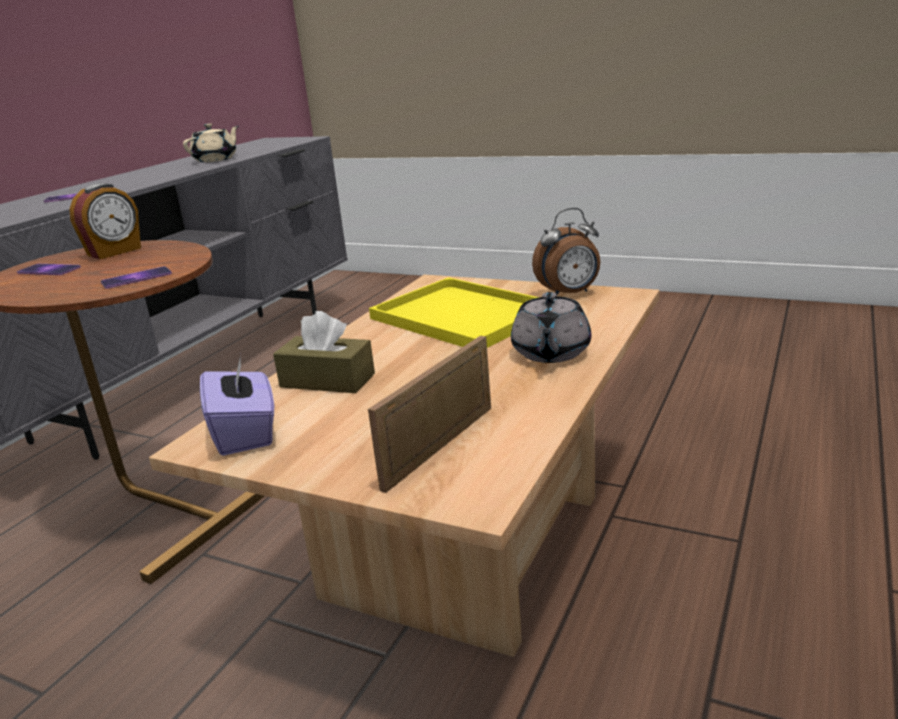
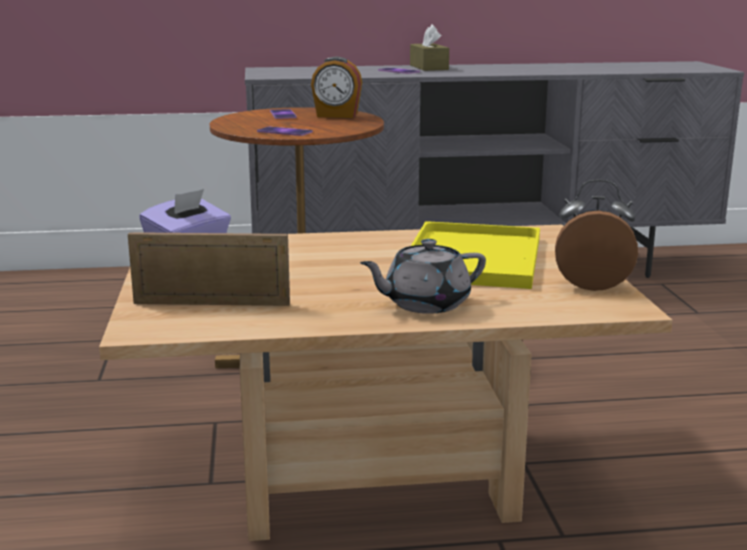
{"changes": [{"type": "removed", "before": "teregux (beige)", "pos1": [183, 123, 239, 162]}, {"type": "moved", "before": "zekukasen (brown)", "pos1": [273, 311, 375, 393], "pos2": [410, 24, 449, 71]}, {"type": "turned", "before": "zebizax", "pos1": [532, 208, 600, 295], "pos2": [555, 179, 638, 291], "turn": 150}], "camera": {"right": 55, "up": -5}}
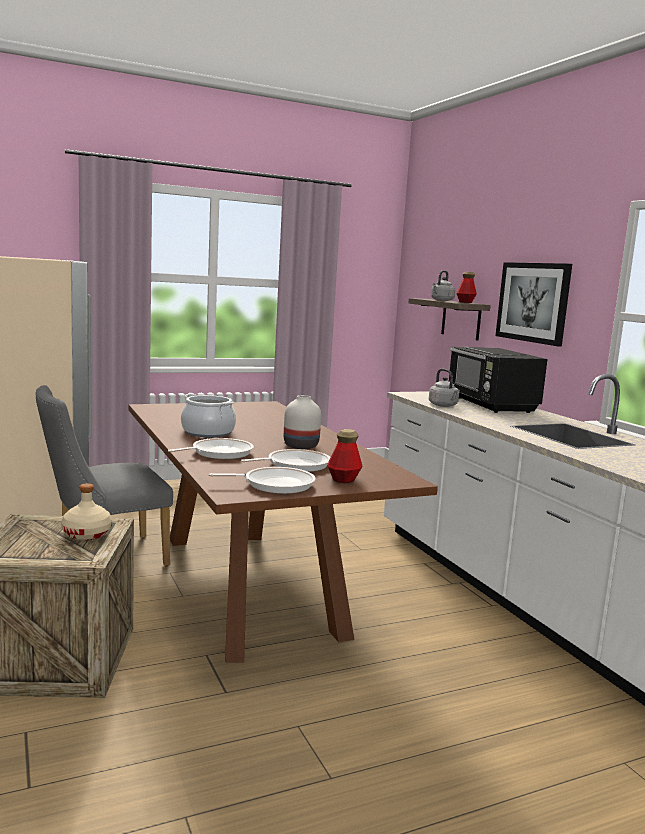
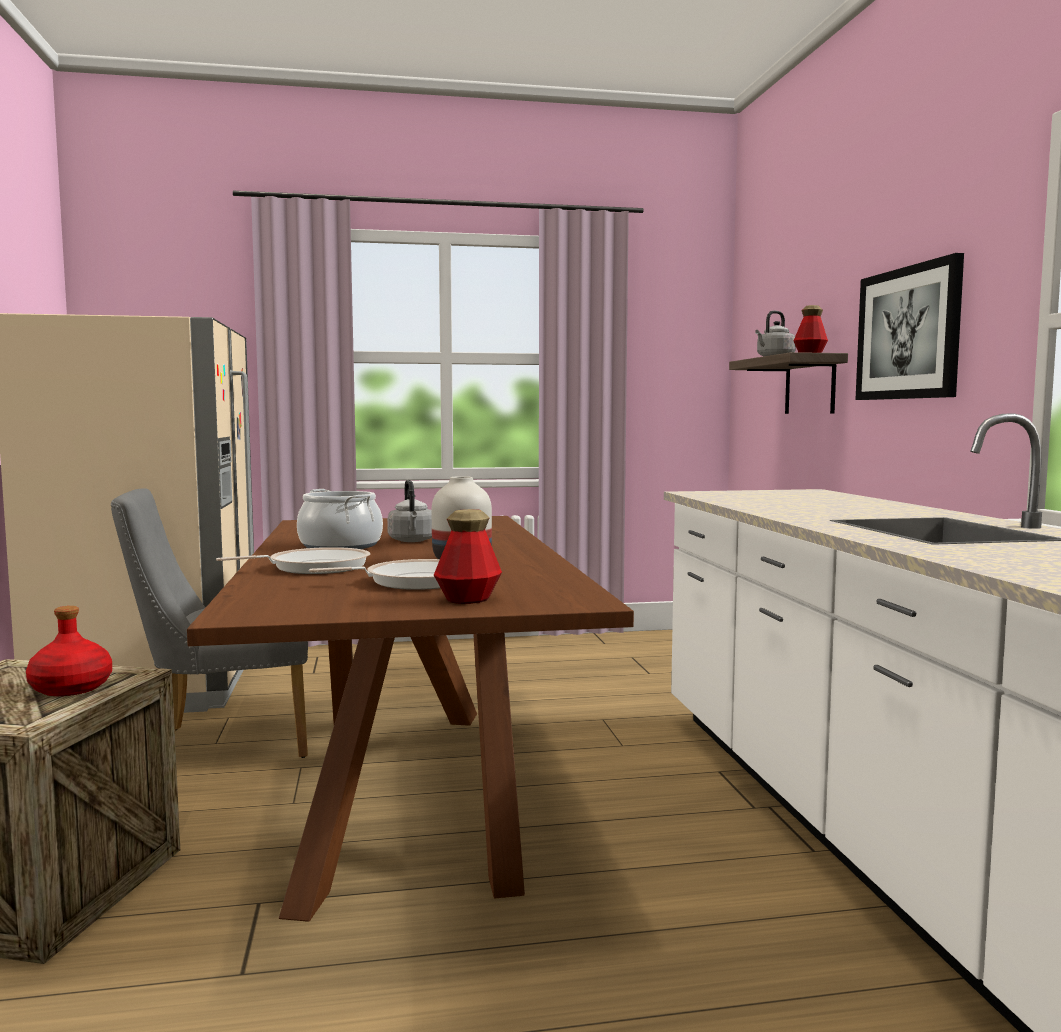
{"changes": [{"type": "removed", "before": "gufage", "pos1": [209, 467, 316, 494]}, {"type": "removed", "before": "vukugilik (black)", "pos1": [449, 347, 548, 413]}, {"type": "moved", "before": "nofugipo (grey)", "pos1": [429, 368, 460, 407], "pos2": [387, 480, 432, 542]}, {"type": "recoloured", "before": "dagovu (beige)", "after": "dagovu (red)", "pos1": [61, 483, 112, 541], "pos2": [26, 606, 112, 696]}], "camera": {"right": 15, "up": -5}}
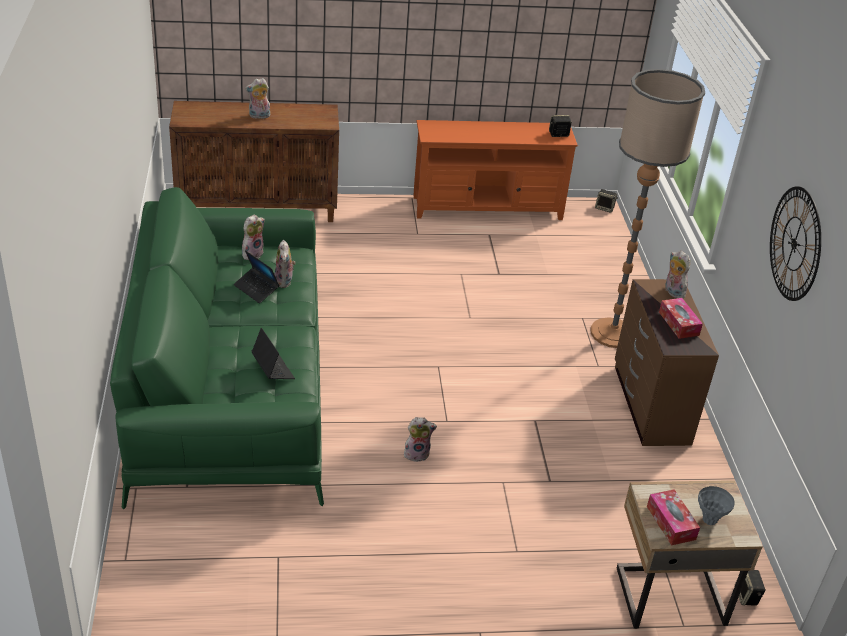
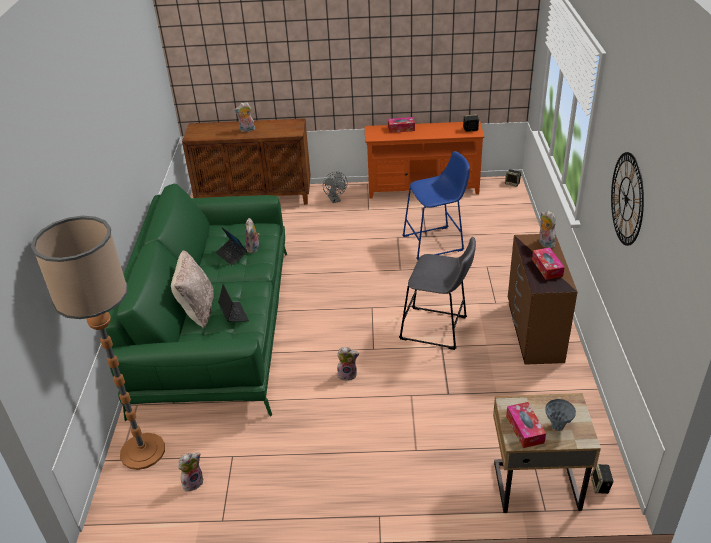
{"changes": [{"type": "added", "after": "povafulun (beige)", "pos2": [171, 251, 214, 329]}, {"type": "added", "after": "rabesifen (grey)", "pos2": [323, 172, 347, 203]}, {"type": "added", "after": "zekukasen", "pos2": [388, 117, 415, 133]}, {"type": "added", "after": "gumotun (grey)", "pos2": [399, 237, 476, 350]}, {"type": "added", "after": "gumotun (blue)", "pos2": [402, 151, 470, 260]}, {"type": "moved", "before": "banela", "pos1": [242, 215, 265, 260], "pos2": [178, 453, 203, 491]}, {"type": "moved", "before": "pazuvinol", "pos1": [591, 69, 705, 348], "pos2": [31, 216, 165, 470]}], "camera": {"right": 10, "up": 0}}
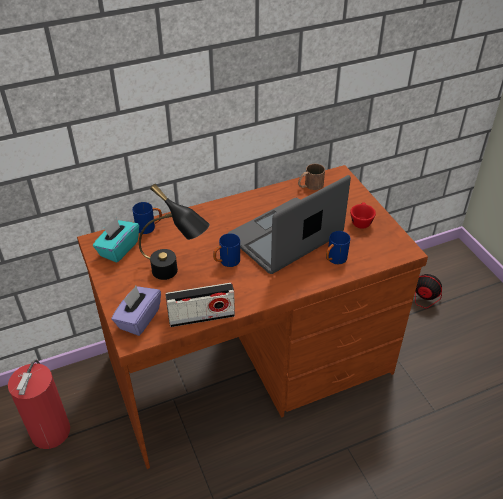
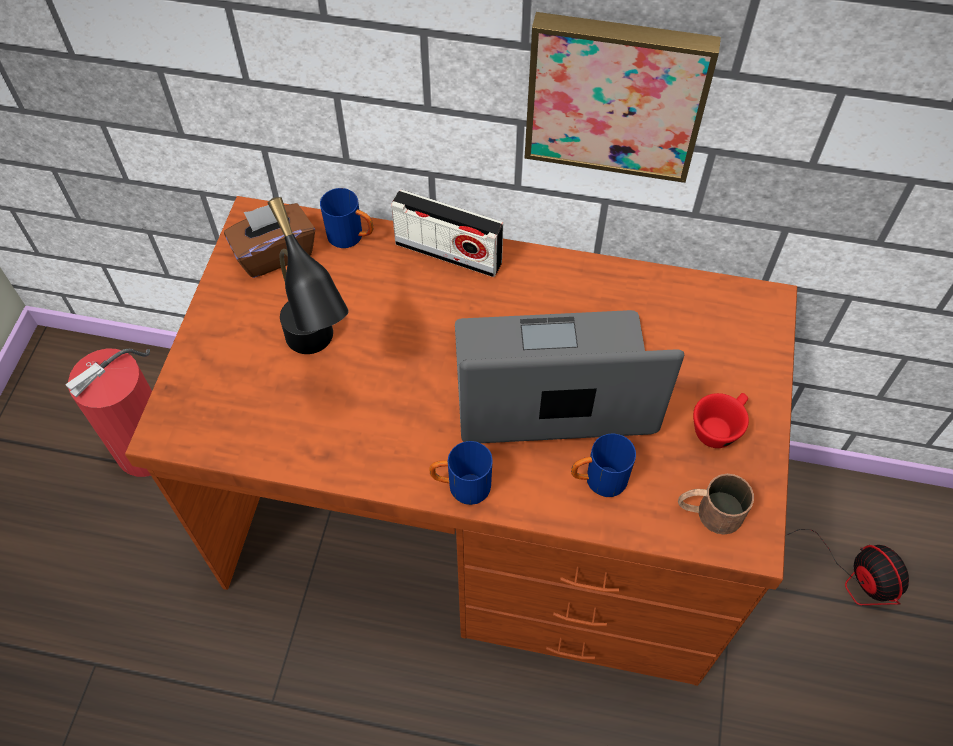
{"changes": [{"type": "removed", "before": "zekukasen (purple)", "pos1": [111, 286, 161, 336]}, {"type": "added", "after": "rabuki", "pos2": [524, 12, 721, 183]}, {"type": "moved", "before": "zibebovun", "pos1": [165, 283, 235, 327], "pos2": [391, 189, 503, 277]}, {"type": "moved", "before": "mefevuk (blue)", "pos1": [213, 233, 240, 267], "pos2": [429, 441, 493, 505]}, {"type": "moved", "before": "mefevuk (brown)", "pos1": [298, 164, 325, 190], "pos2": [678, 474, 754, 535]}, {"type": "recoloured", "before": "zekukasen (turquoise)", "after": "zekukasen (brown)", "pos1": [93, 217, 139, 263], "pos2": [224, 203, 315, 278]}], "camera": {"right": 35, "up": 15}}
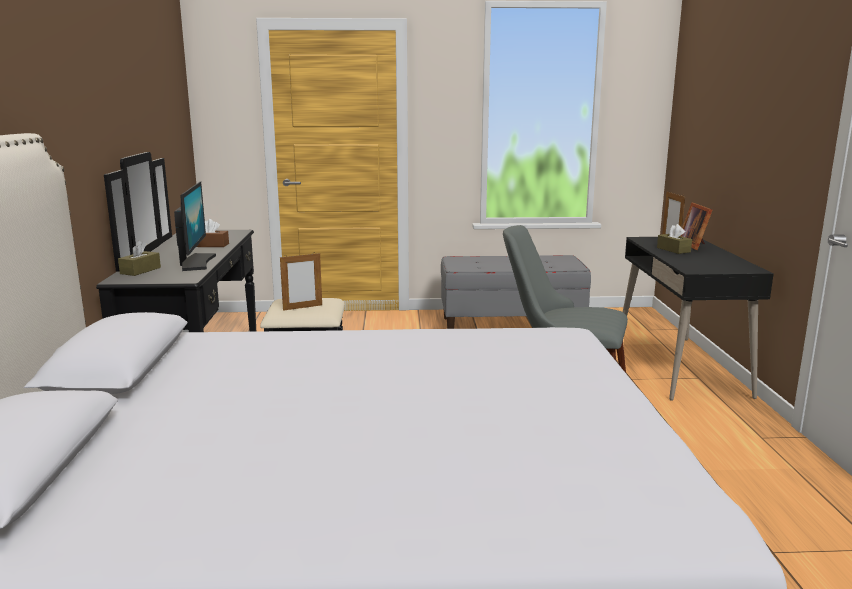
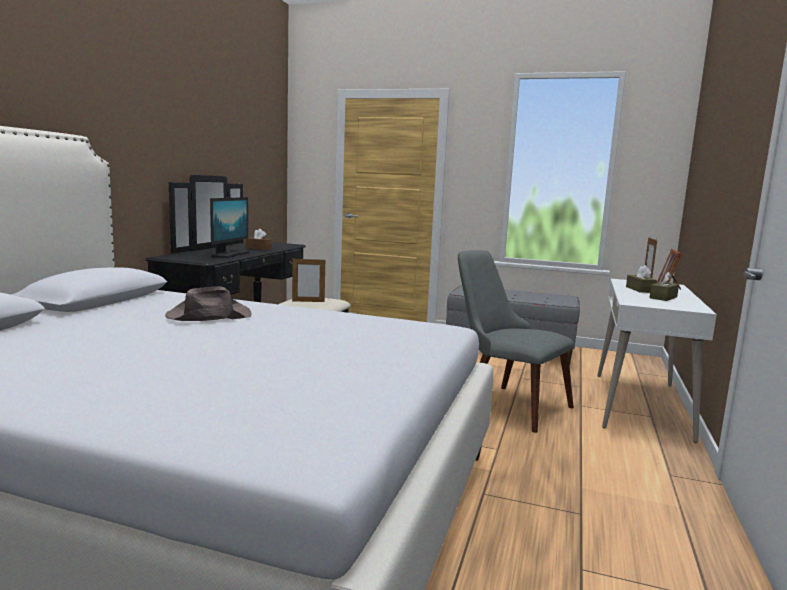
{"changes": [{"type": "added", "after": "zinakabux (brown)", "pos2": [165, 286, 252, 321]}, {"type": "moved", "before": "zekukasen (brown)", "pos1": [118, 241, 161, 276], "pos2": [650, 271, 679, 301]}, {"type": "recoloured", "before": "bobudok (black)", "after": "bobudok (white)", "pos1": [623, 237, 774, 401], "pos2": [598, 279, 717, 443]}], "camera": {"right": 20, "up": -5}}
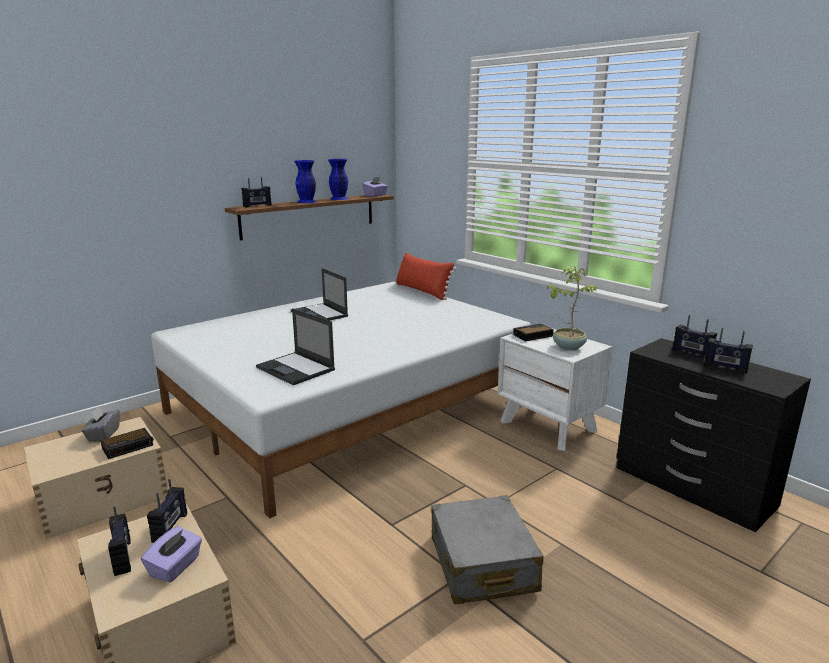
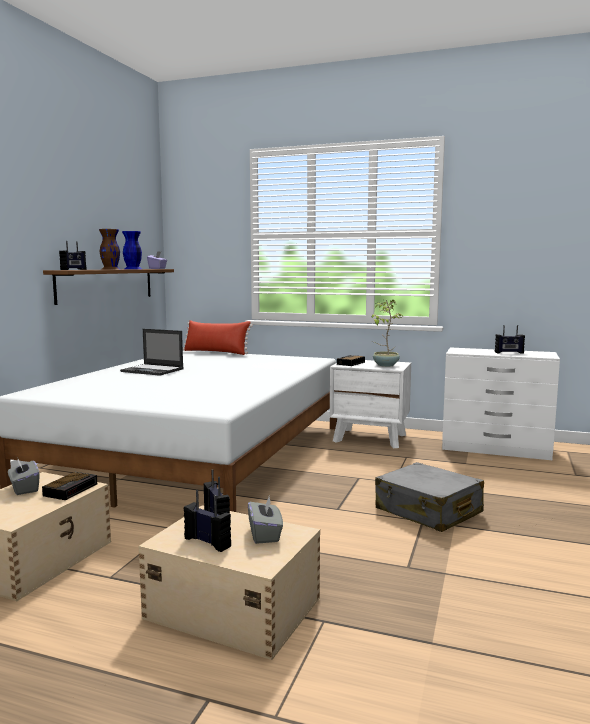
{"changes": [{"type": "removed", "before": "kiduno", "pos1": [256, 308, 335, 385]}, {"type": "removed", "before": "zibebovun", "pos1": [672, 315, 717, 358]}, {"type": "recoloured", "before": "zekukasen (purple)", "after": "zekukasen (grey)", "pos1": [141, 526, 202, 583], "pos2": [248, 494, 283, 544]}, {"type": "recoloured", "before": "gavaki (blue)", "after": "gavaki (brown)", "pos1": [294, 160, 316, 203], "pos2": [99, 229, 120, 269]}, {"type": "recoloured", "before": "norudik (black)", "after": "norudik (white)", "pos1": [617, 338, 811, 532], "pos2": [442, 347, 560, 460]}], "camera": {"right": -30, "up": -10}}
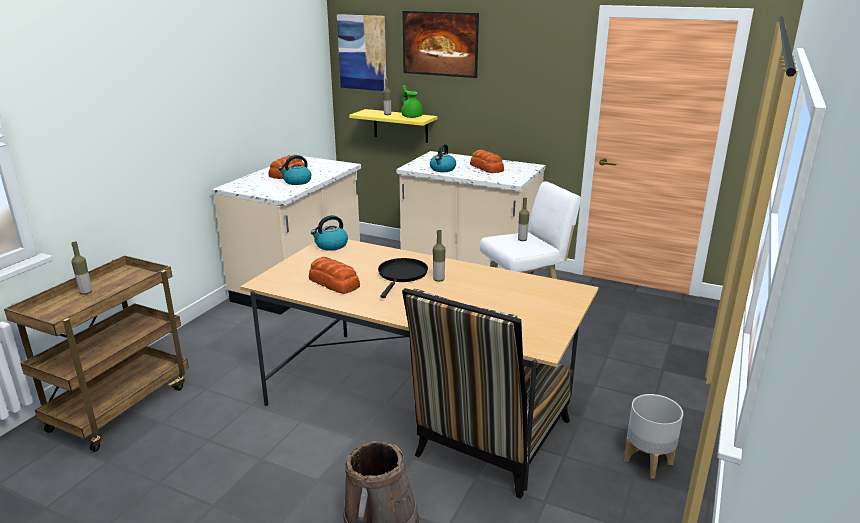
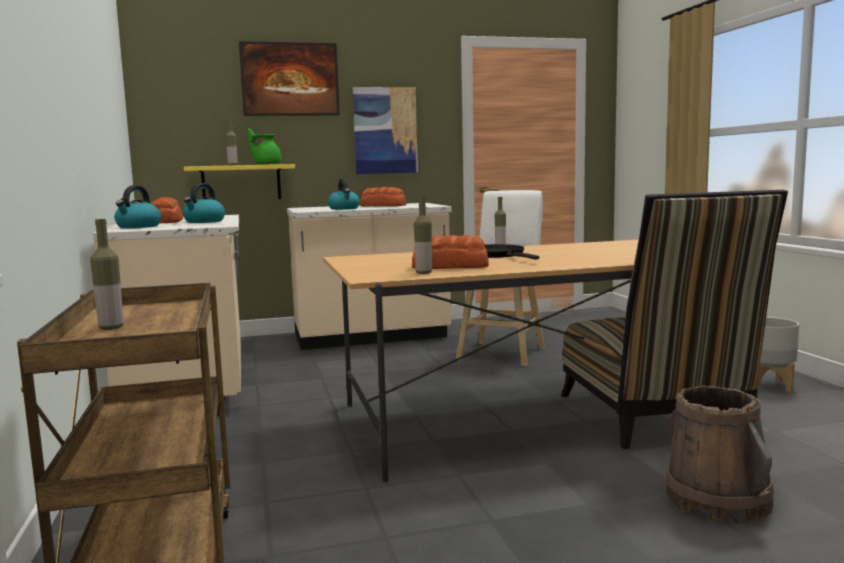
{"changes": [{"type": "moved", "before": "nofugipo", "pos1": [311, 215, 348, 251], "pos2": [114, 185, 161, 228]}, {"type": "moved", "before": "rabuki", "pos1": [337, 14, 386, 91], "pos2": [353, 87, 418, 174]}, {"type": "moved", "before": "dagovu", "pos1": [433, 230, 445, 282], "pos2": [414, 195, 432, 274]}], "camera": {"right": -40, "up": -15}}
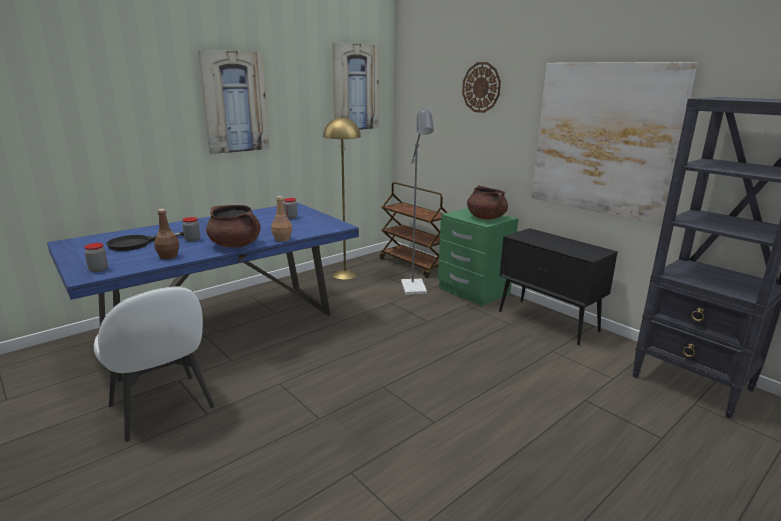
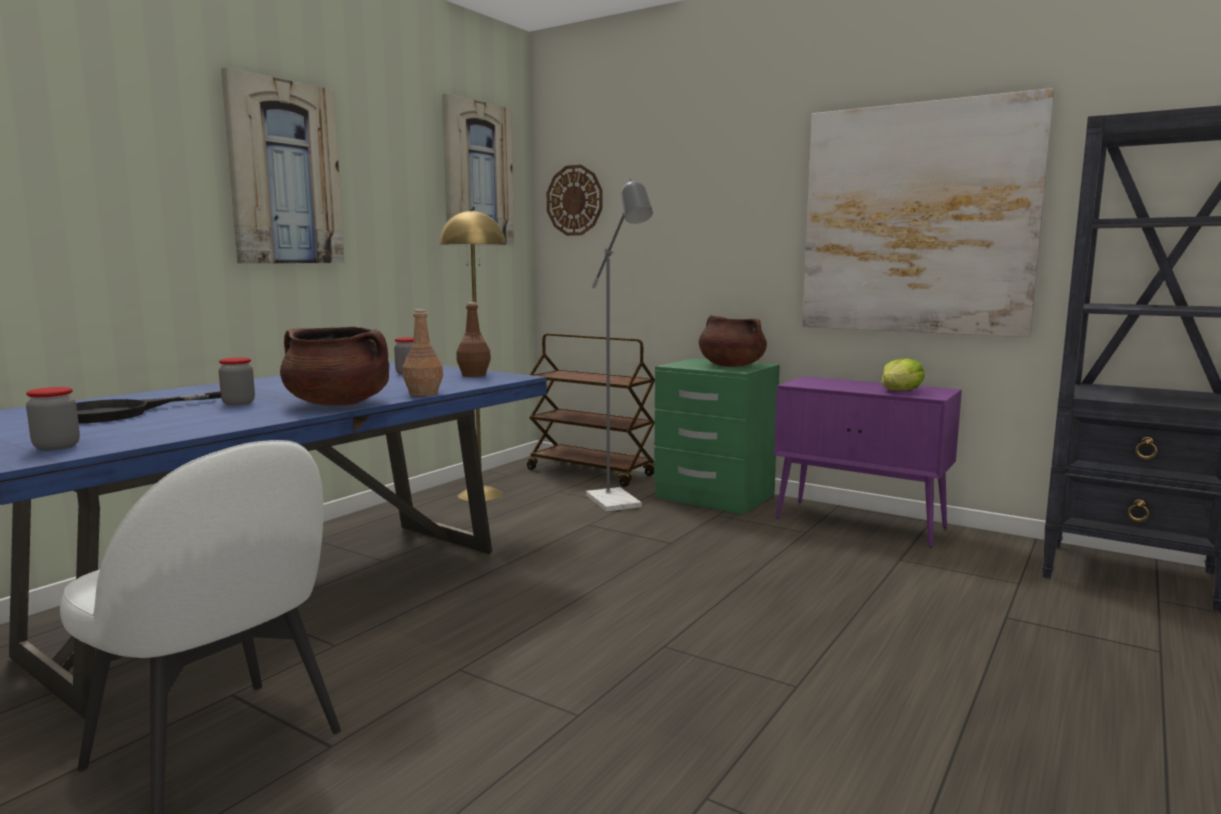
{"changes": [{"type": "added", "after": "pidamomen", "pos2": [881, 358, 925, 390]}, {"type": "moved", "before": "dagovu (brown)", "pos1": [154, 209, 179, 260], "pos2": [456, 302, 491, 377]}, {"type": "moved", "before": "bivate", "pos1": [462, 62, 501, 113], "pos2": [547, 165, 602, 236]}, {"type": "recoloured", "before": "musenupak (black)", "after": "musenupak (purple)", "pos1": [499, 228, 618, 345], "pos2": [774, 376, 962, 548]}], "camera": {"right": -15, "up": -10}}
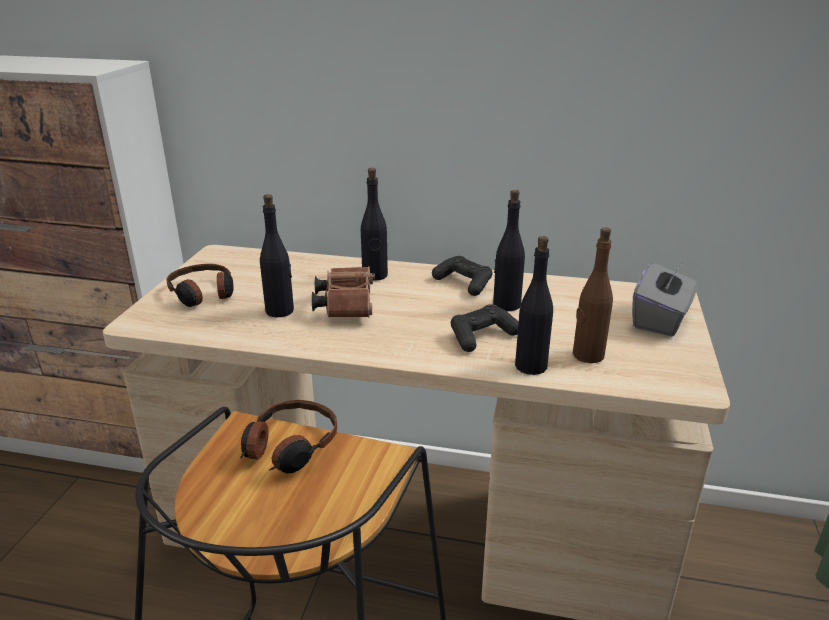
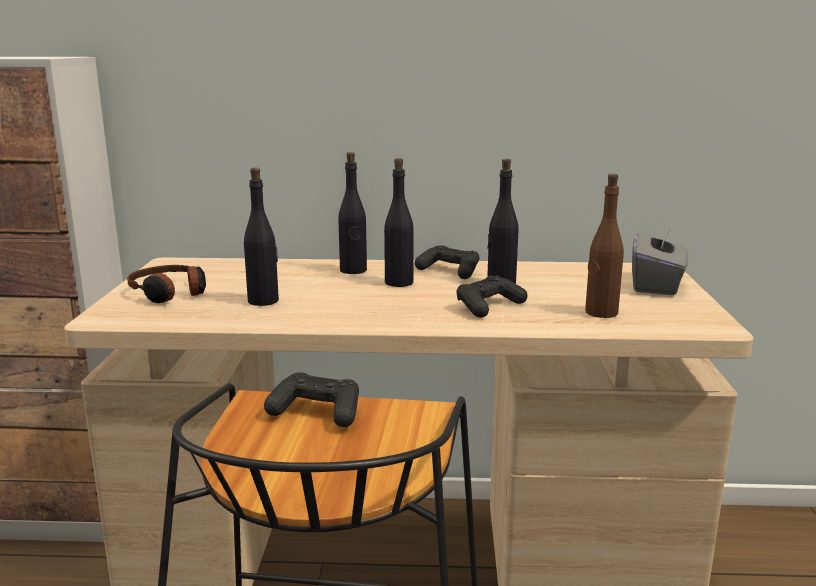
{"changes": [{"type": "removed", "before": "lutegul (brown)", "pos1": [312, 266, 375, 317]}, {"type": "moved", "before": "dagovu (black)", "pos1": [515, 236, 553, 375], "pos2": [384, 158, 413, 287]}, {"type": "replaced", "before": "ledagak", "after": "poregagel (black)", "pos1": [240, 400, 337, 473], "pos2": [264, 372, 359, 427]}], "camera": {"right": -10, "up": -10}}
